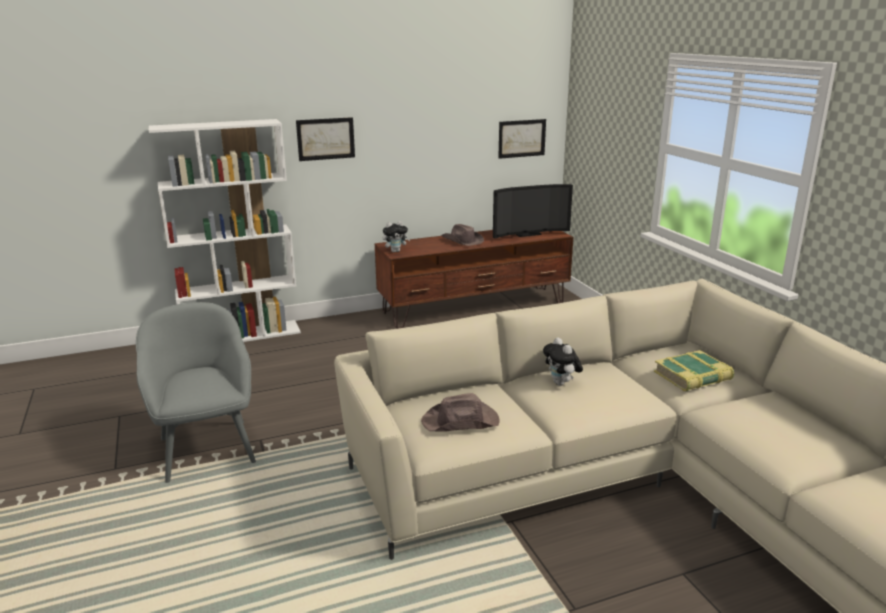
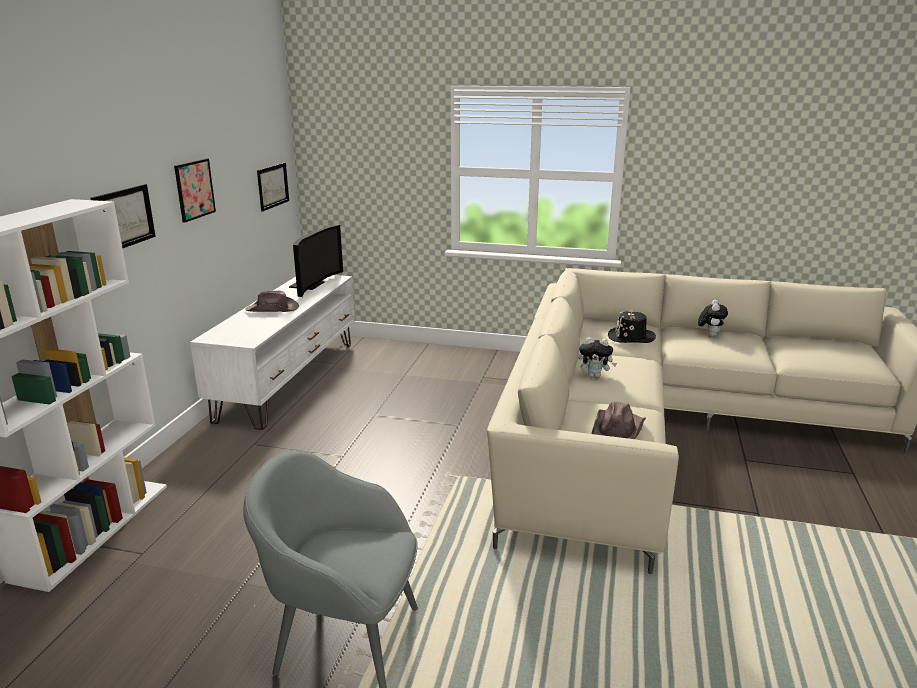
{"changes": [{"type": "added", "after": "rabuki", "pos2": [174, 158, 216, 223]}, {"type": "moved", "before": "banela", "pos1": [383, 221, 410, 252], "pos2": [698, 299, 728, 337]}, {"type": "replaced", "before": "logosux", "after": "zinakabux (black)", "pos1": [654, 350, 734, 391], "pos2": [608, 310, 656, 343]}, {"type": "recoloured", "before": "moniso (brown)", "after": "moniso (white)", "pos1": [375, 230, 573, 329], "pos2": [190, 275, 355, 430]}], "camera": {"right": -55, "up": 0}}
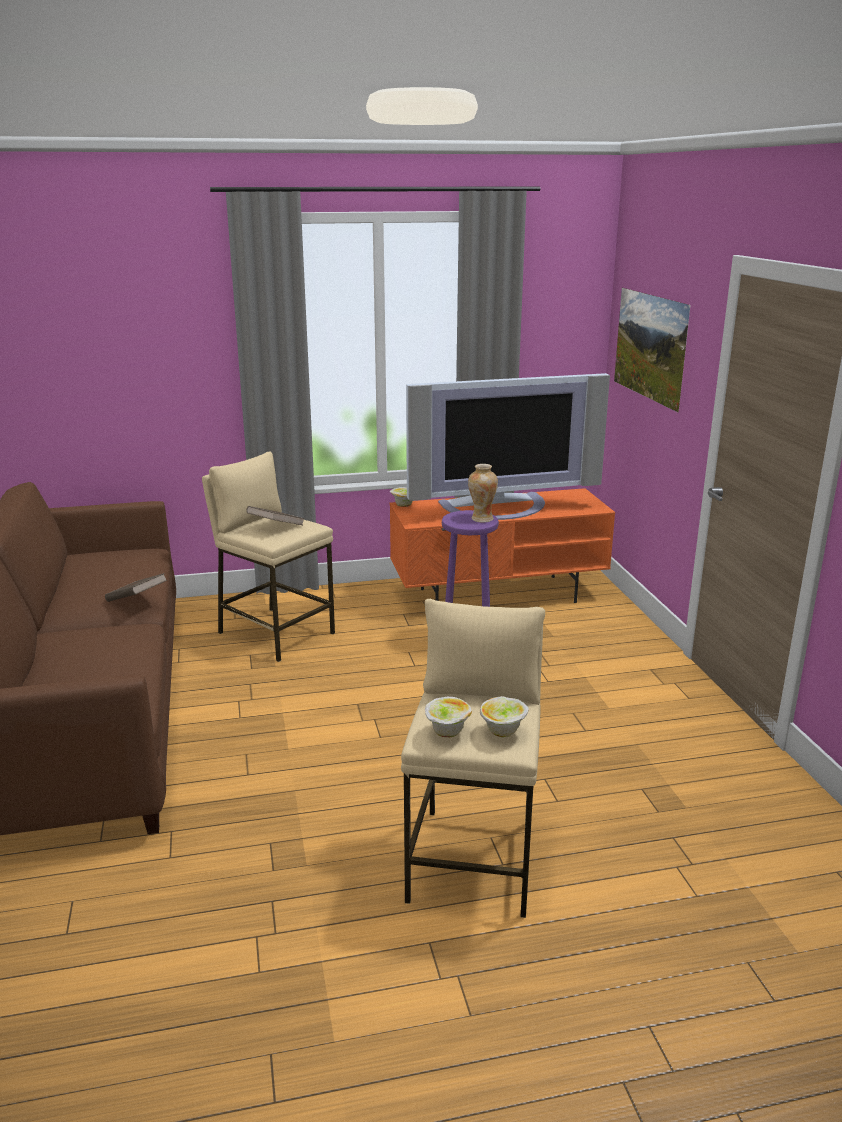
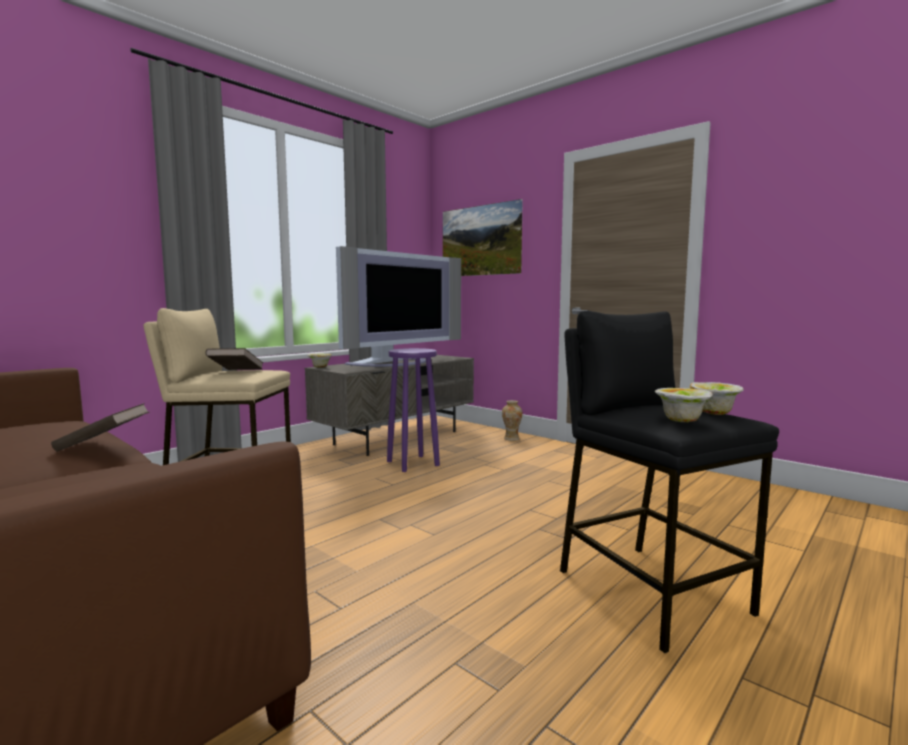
{"changes": [{"type": "moved", "before": "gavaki", "pos1": [468, 464, 498, 523], "pos2": [502, 400, 522, 441]}, {"type": "recoloured", "before": "moniso (orange)", "after": "moniso (grey)", "pos1": [390, 488, 615, 603], "pos2": [305, 355, 474, 456]}, {"type": "recoloured", "before": "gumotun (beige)", "after": "gumotun (black)", "pos1": [401, 599, 545, 918], "pos2": [560, 310, 779, 653]}], "camera": {"right": -35, "up": -15}}
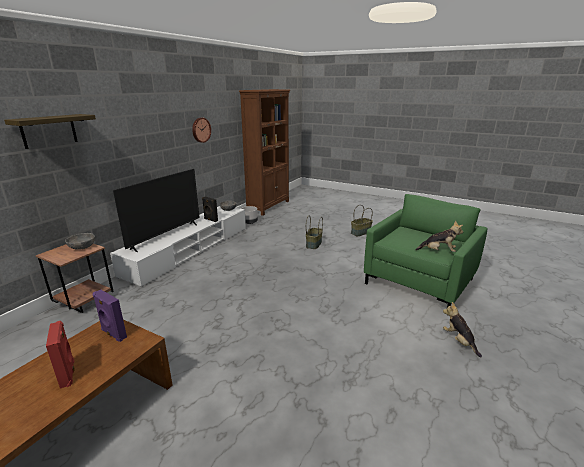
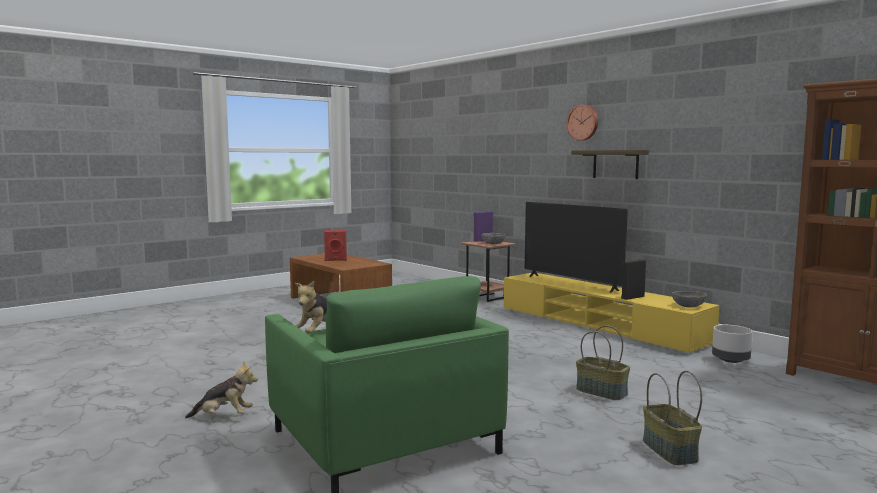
{"changes": [{"type": "moved", "before": "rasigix", "pos1": [4, 114, 96, 149], "pos2": [571, 150, 649, 179]}, {"type": "moved", "before": "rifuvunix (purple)", "pos1": [93, 290, 127, 342], "pos2": [473, 211, 493, 242]}, {"type": "moved", "before": "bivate", "pos1": [192, 118, 211, 143], "pos2": [567, 105, 598, 141]}, {"type": "recoloured", "before": "moniso (white)", "after": "moniso (yellow)", "pos1": [110, 206, 246, 287], "pos2": [504, 273, 719, 355]}], "camera": {"right": 110, "up": -15}}
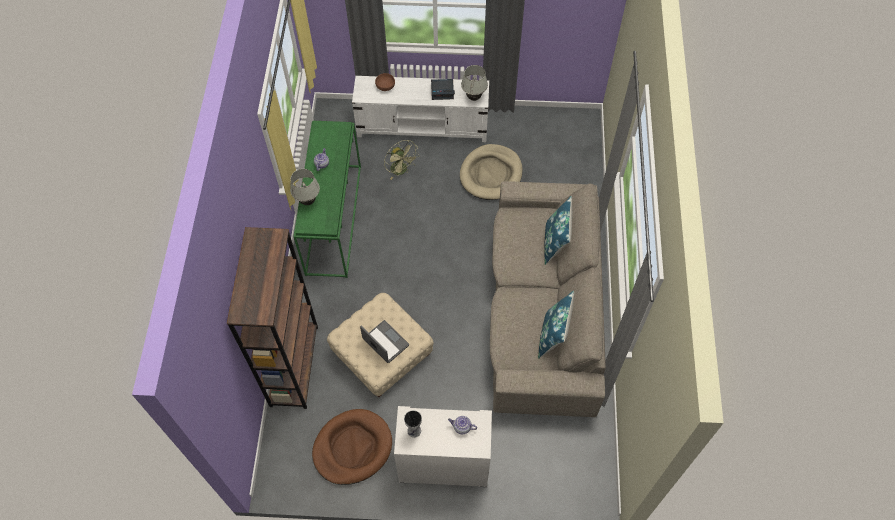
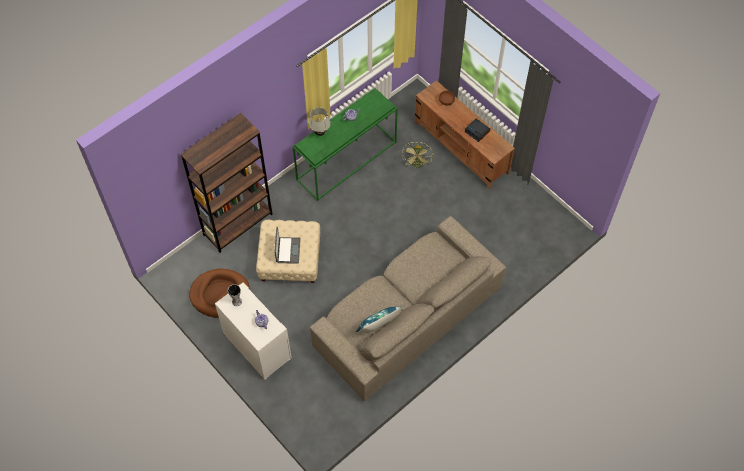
{"changes": [{"type": "removed", "before": "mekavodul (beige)", "pos1": [460, 144, 523, 200]}, {"type": "removed", "before": "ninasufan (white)", "pos1": [461, 65, 488, 101]}, {"type": "removed", "before": "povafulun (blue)", "pos1": [544, 196, 573, 265]}, {"type": "recoloured", "before": "moniso (white)", "after": "moniso (brown)", "pos1": [352, 76, 489, 142], "pos2": [415, 80, 515, 190]}], "camera": {"right": 45, "up": 0}}
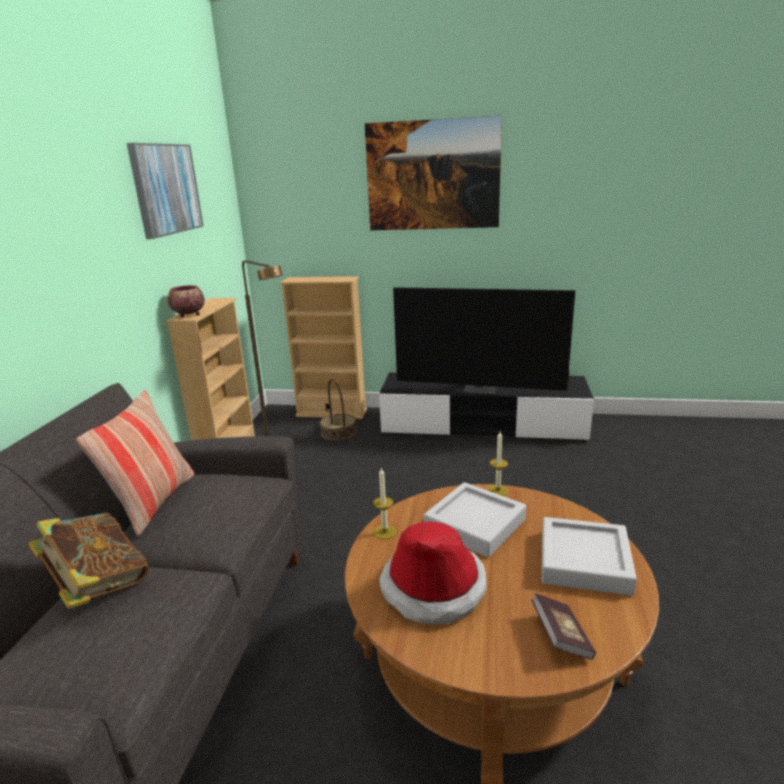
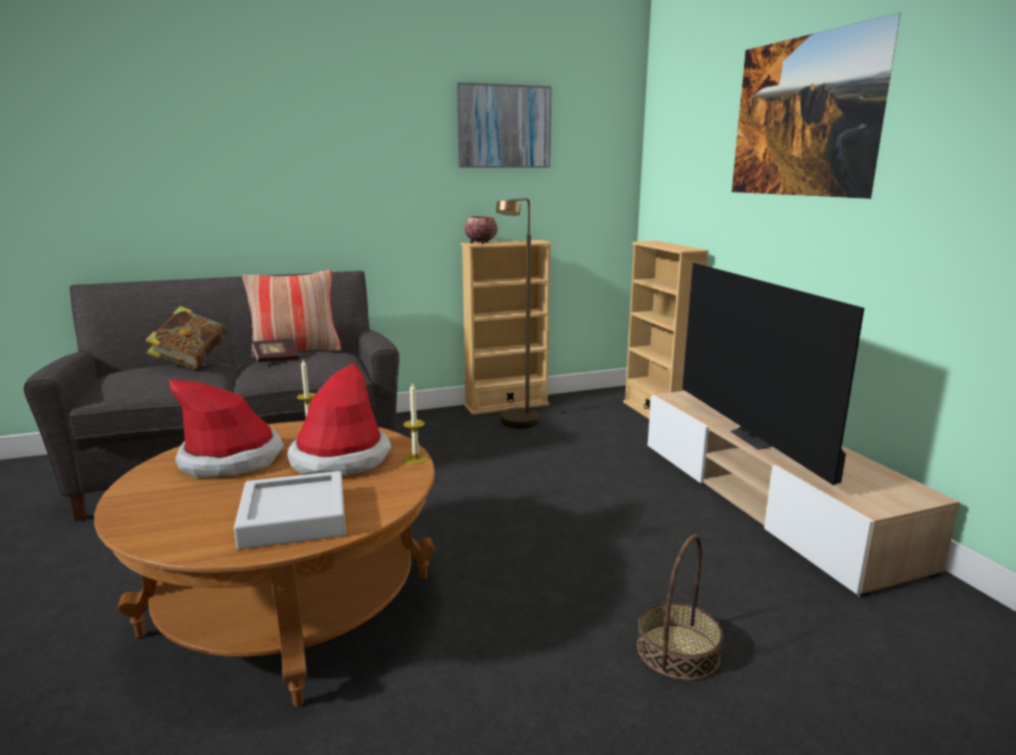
{"changes": [{"type": "moved", "before": "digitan", "pos1": [319, 379, 357, 440], "pos2": [637, 535, 723, 681]}, {"type": "moved", "before": "logosux", "pos1": [532, 593, 596, 660], "pos2": [251, 339, 300, 362]}, {"type": "replaced", "before": "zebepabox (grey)", "after": "zinakabux", "pos1": [424, 482, 526, 557], "pos2": [287, 363, 391, 475]}, {"type": "recoloured", "before": "moniso (black)", "after": "moniso (beige)", "pos1": [379, 373, 594, 441], "pos2": [647, 391, 960, 597]}], "camera": {"right": 60, "up": -5}}
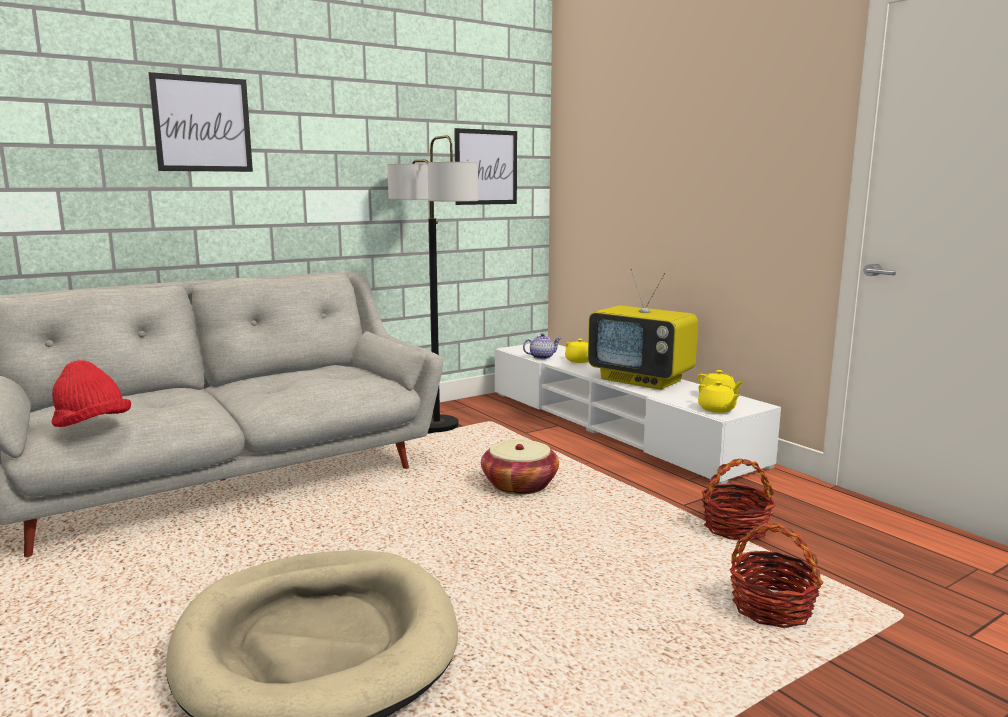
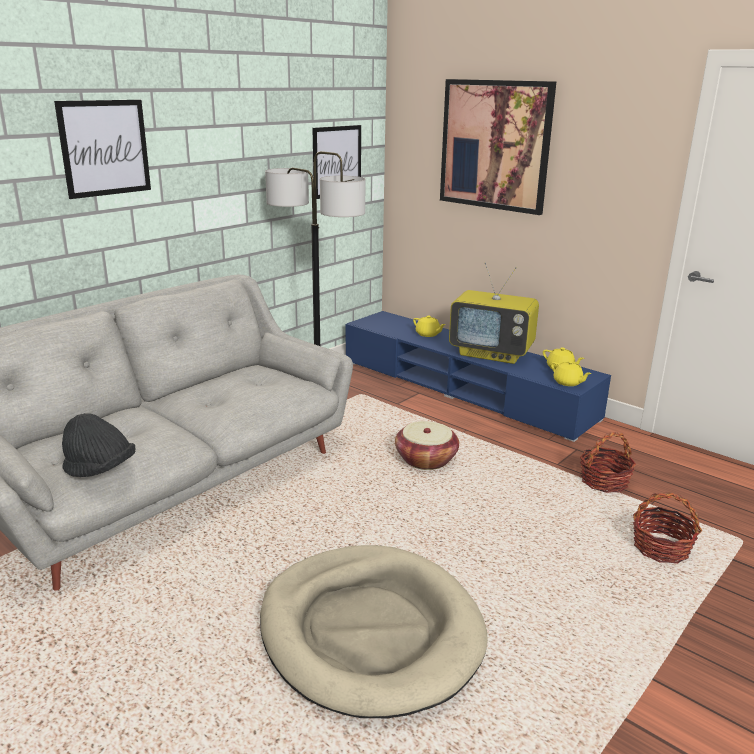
{"changes": [{"type": "removed", "before": "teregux", "pos1": [523, 333, 561, 359]}, {"type": "added", "after": "rabuki", "pos2": [440, 79, 556, 215]}, {"type": "recoloured", "before": "zinakabux (red)", "after": "zinakabux (black)", "pos1": [52, 360, 131, 427], "pos2": [62, 413, 136, 477]}, {"type": "recoloured", "before": "moniso (white)", "after": "moniso (blue)", "pos1": [495, 344, 781, 485], "pos2": [346, 311, 611, 442]}], "camera": {"right": -15, "up": 10}}
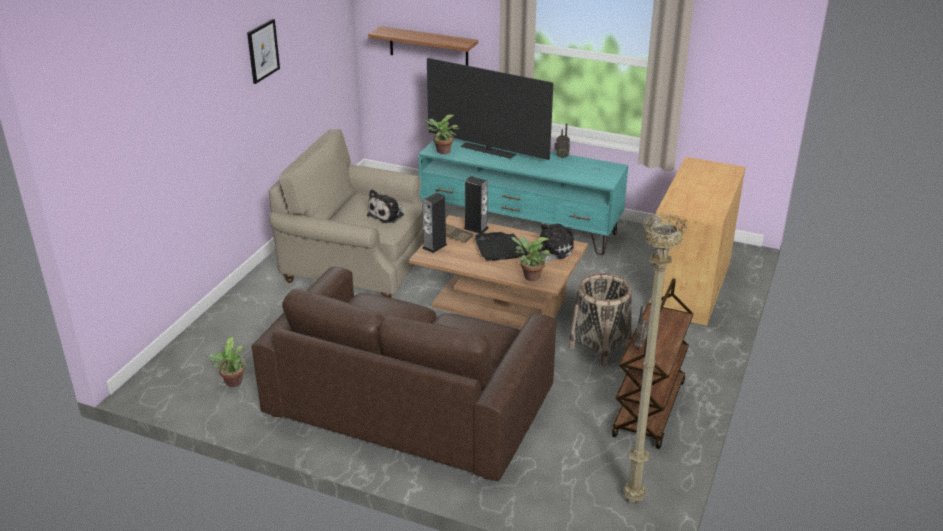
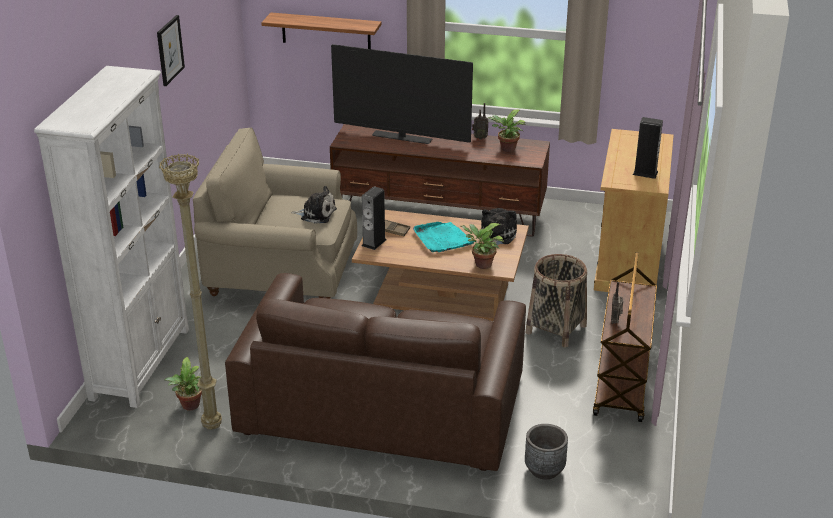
{"changes": [{"type": "added", "after": "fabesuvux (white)", "pos2": [34, 66, 189, 408]}, {"type": "added", "after": "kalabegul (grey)", "pos2": [525, 424, 568, 480]}, {"type": "moved", "before": "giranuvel", "pos1": [423, 115, 459, 154], "pos2": [488, 109, 525, 152]}, {"type": "moved", "before": "rifuvunix", "pos1": [464, 176, 488, 234], "pos2": [633, 117, 663, 179]}, {"type": "moved", "before": "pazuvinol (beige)", "pos1": [623, 214, 688, 503], "pos2": [159, 154, 222, 430]}, {"type": "recoloured", "before": "moniso (turquoise)", "after": "moniso (brown)", "pos1": [418, 138, 628, 255], "pos2": [330, 124, 550, 237]}, {"type": "recoloured", "before": "zebepabox (black)", "after": "zebepabox (turquoise)", "pos1": [474, 232, 530, 261], "pos2": [413, 222, 475, 252]}, {"type": "turned", "before": "banela", "pos1": [367, 189, 404, 223], "pos2": [291, 186, 337, 224], "turn": -105}], "camera": {"right": -10, "up": 0}}
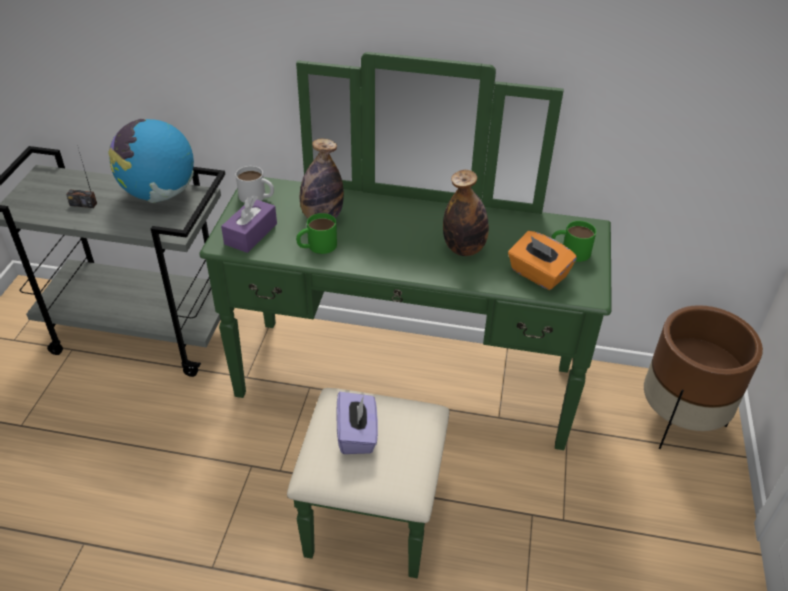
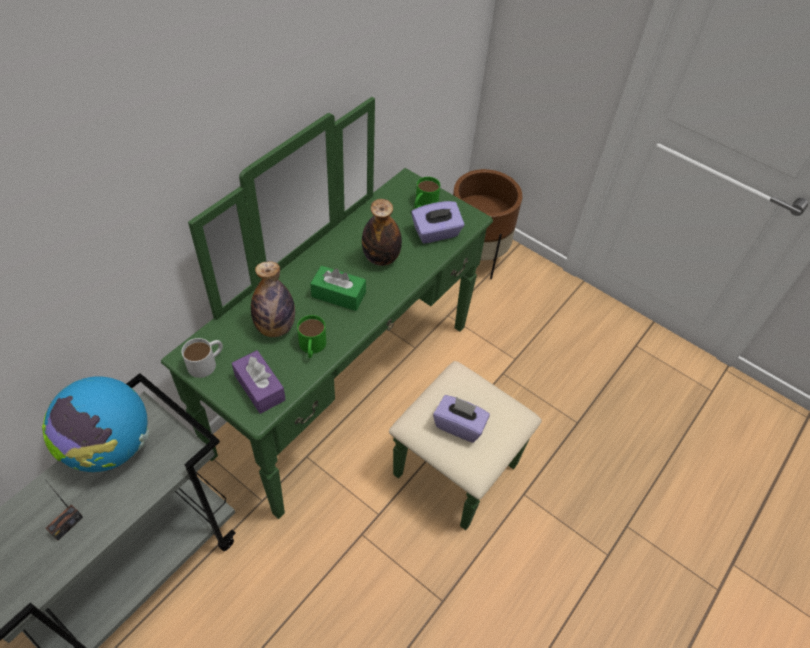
{"changes": [{"type": "added", "after": "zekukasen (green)", "pos2": [310, 266, 366, 311]}, {"type": "recoloured", "before": "zekukasen (orange)", "after": "zekukasen (purple)", "pos1": [508, 231, 577, 290], "pos2": [411, 201, 465, 243]}], "camera": {"right": -65, "up": 10}}
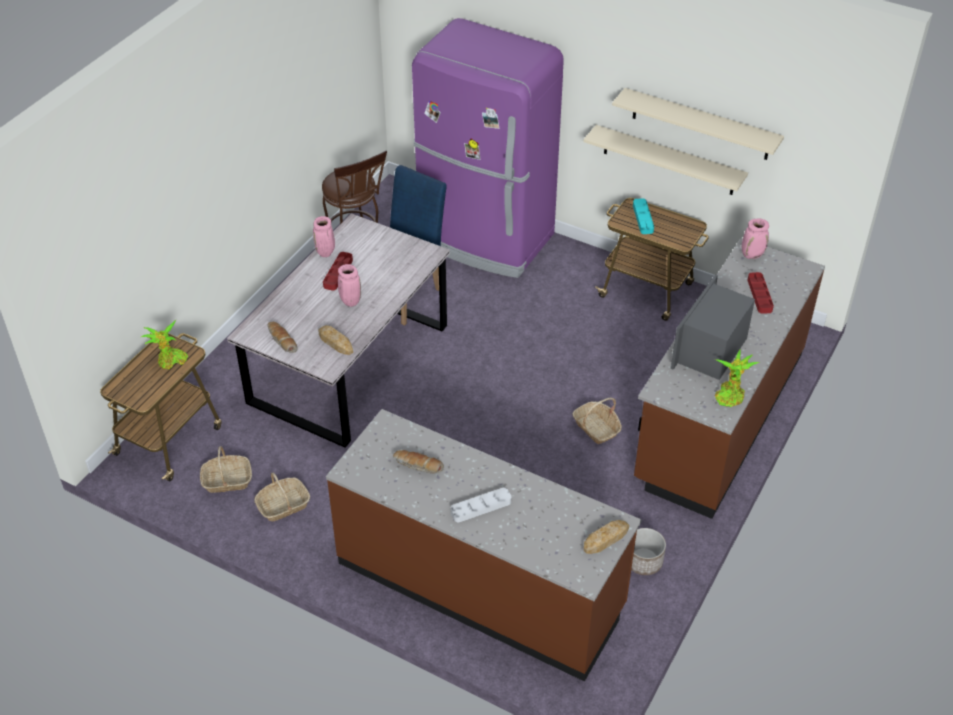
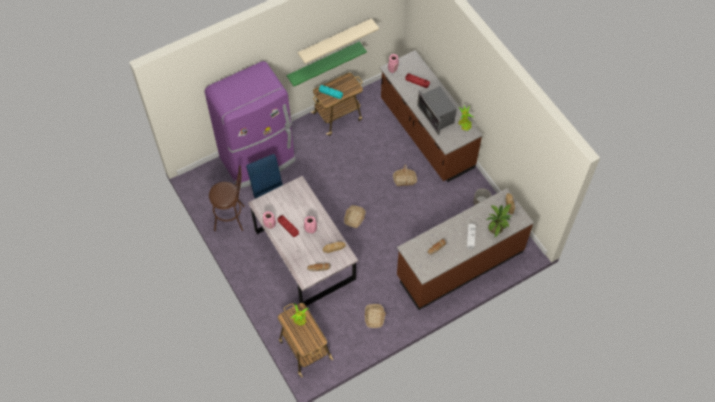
{"changes": [{"type": "added", "after": "giranuvel", "pos2": [486, 204, 511, 238]}, {"type": "moved", "before": "digitan", "pos1": [200, 446, 252, 493], "pos2": [344, 205, 366, 228]}, {"type": "recoloured", "before": "rasigix (beige)", "after": "rasigix (green)", "pos1": [583, 125, 748, 195], "pos2": [287, 42, 367, 86]}], "camera": {"right": -60, "up": 15}}
